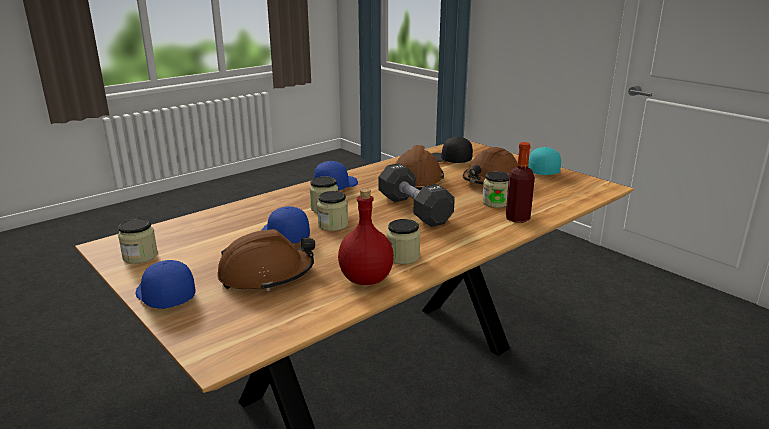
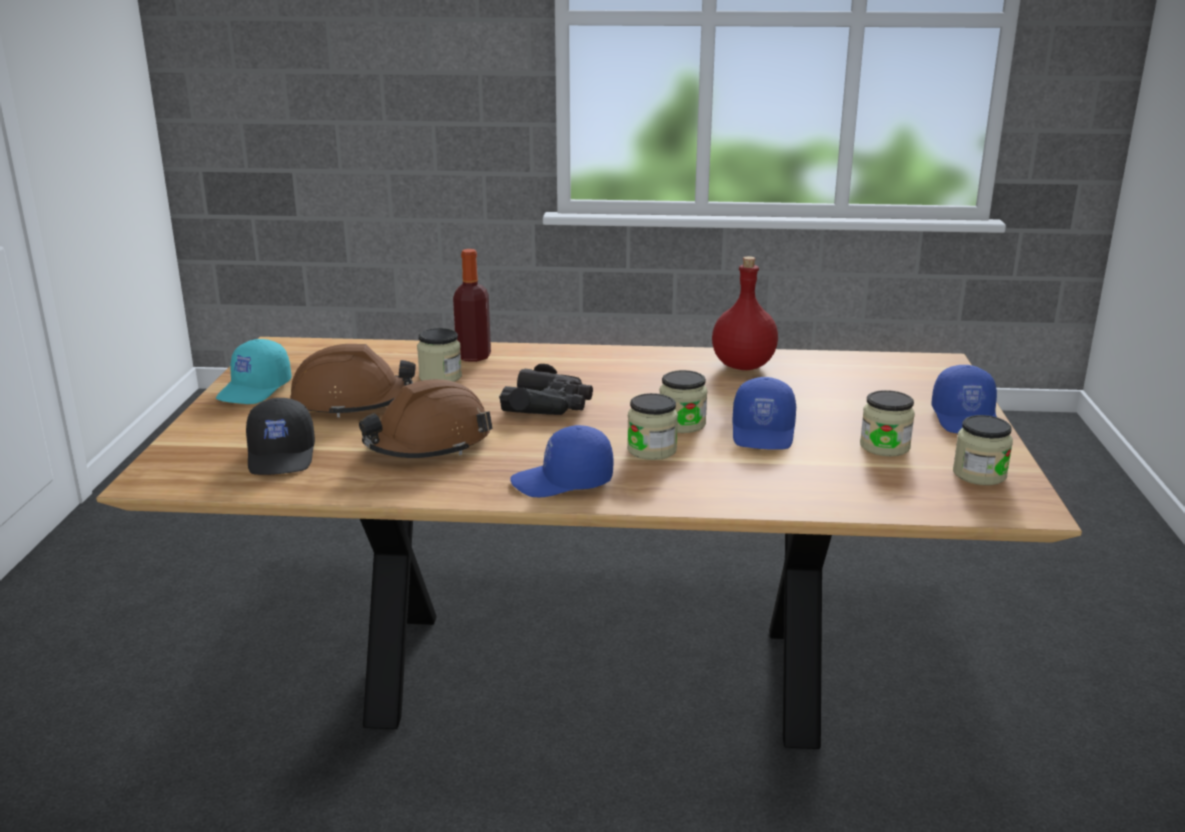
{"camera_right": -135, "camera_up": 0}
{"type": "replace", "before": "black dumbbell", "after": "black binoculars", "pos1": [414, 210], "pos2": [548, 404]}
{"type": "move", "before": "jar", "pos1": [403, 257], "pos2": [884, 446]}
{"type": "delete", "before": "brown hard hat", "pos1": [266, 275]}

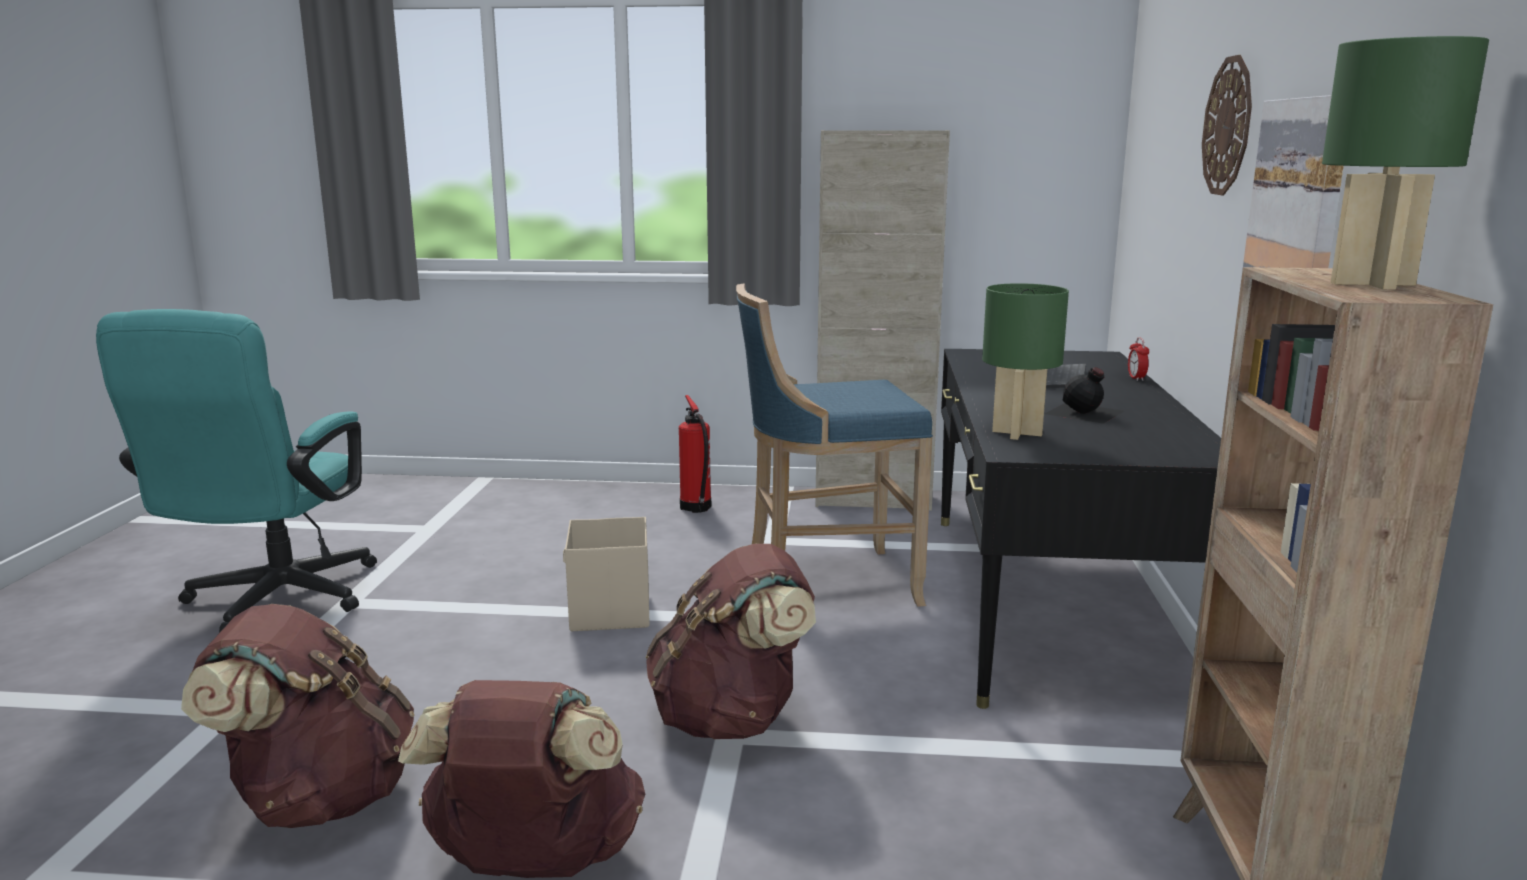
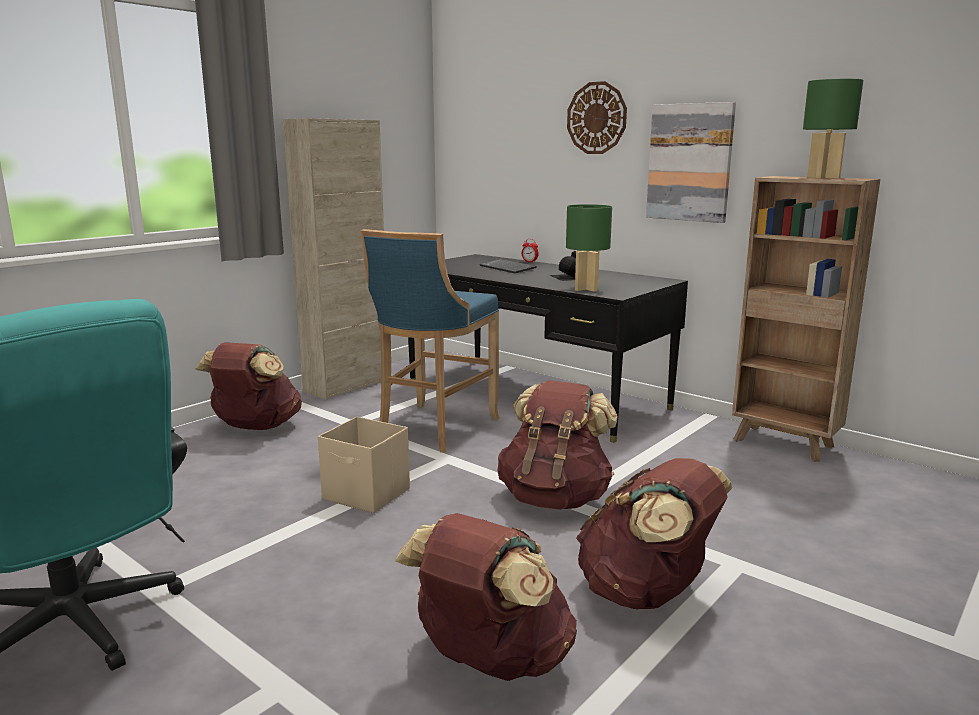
{"camera_right": -55, "camera_up": 0}
{"type": "replace", "before": "fire extinguisher", "after": "brown backpack", "pos1": [696, 508], "pos2": [255, 427]}

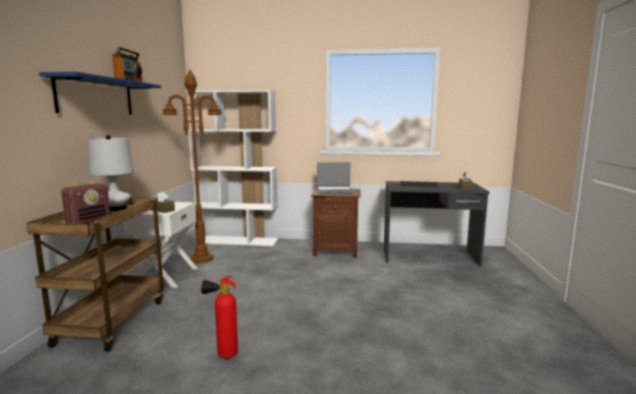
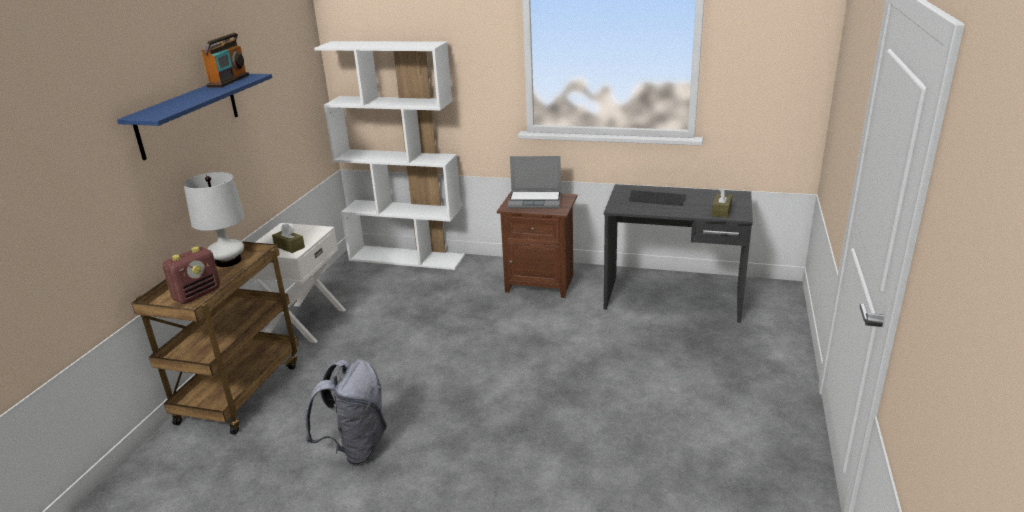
{"camera_right": 10, "camera_up": 15}
{"type": "delete", "before": "brown floor lamp", "pos1": [202, 259]}
{"type": "replace", "before": "fire extinguisher", "after": "grey backpack", "pos1": [223, 355], "pos2": [356, 447]}

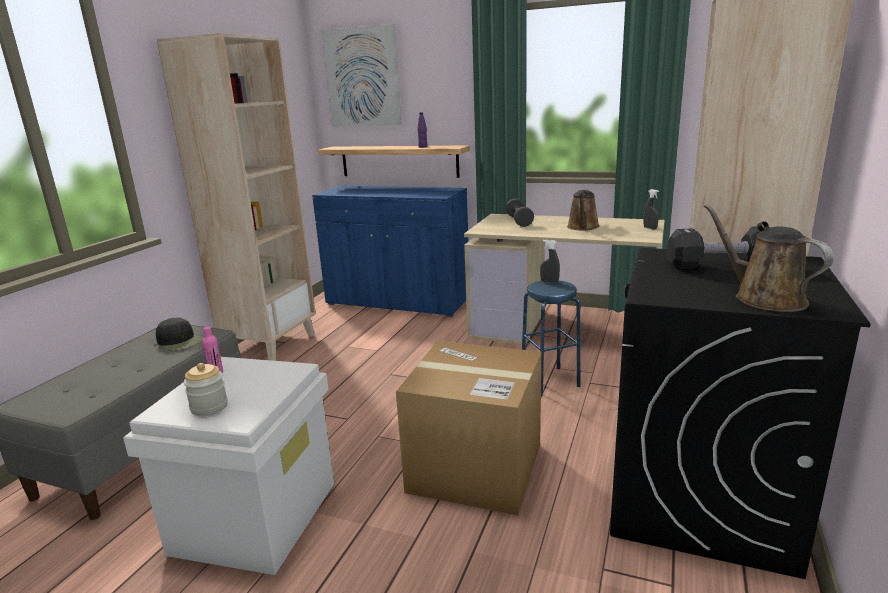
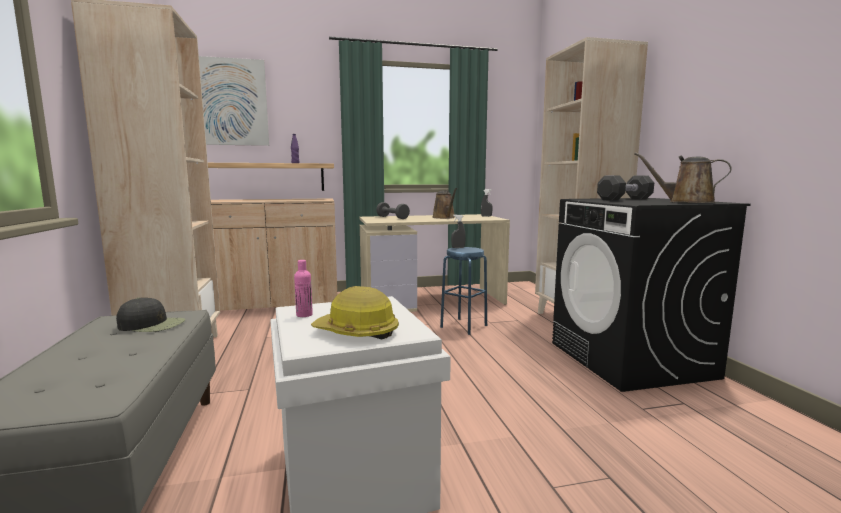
{"camera_right": -35, "camera_up": -10}
{"type": "recolor", "before": "blue cabinet", "after": "beige cabinet", "pos1": [397, 302], "pos2": [273, 303]}
{"type": "delete", "before": "cardboard box", "pos1": [475, 468]}
{"type": "replace", "before": "jar", "after": "hard hat", "pos1": [209, 407], "pos2": [357, 332]}

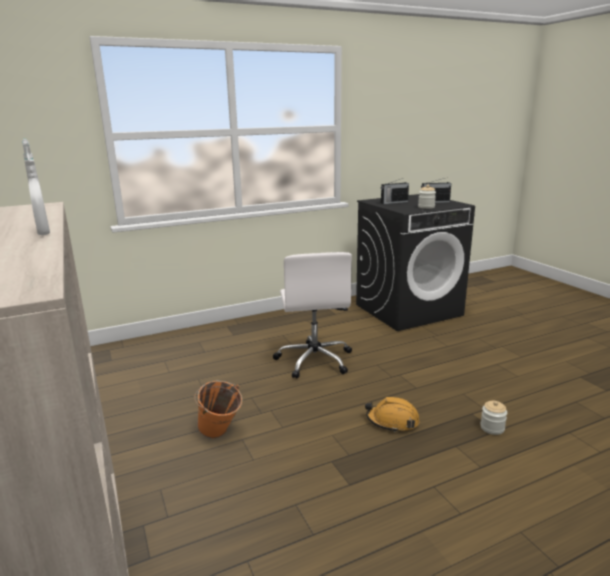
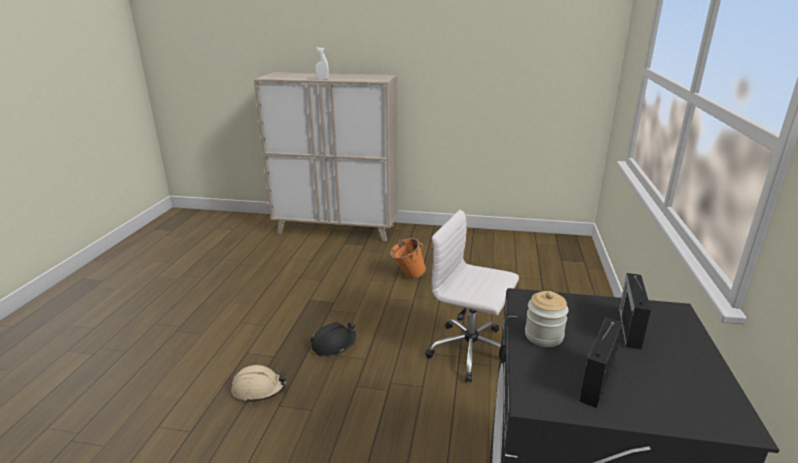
{"camera_right": 125, "camera_up": 5}
{"type": "recolor", "before": "orange hard hat", "after": "black hard hat", "pos1": [392, 421], "pos2": [334, 344]}
{"type": "replace", "before": "jar", "after": "beige hard hat", "pos1": [492, 428], "pos2": [259, 389]}

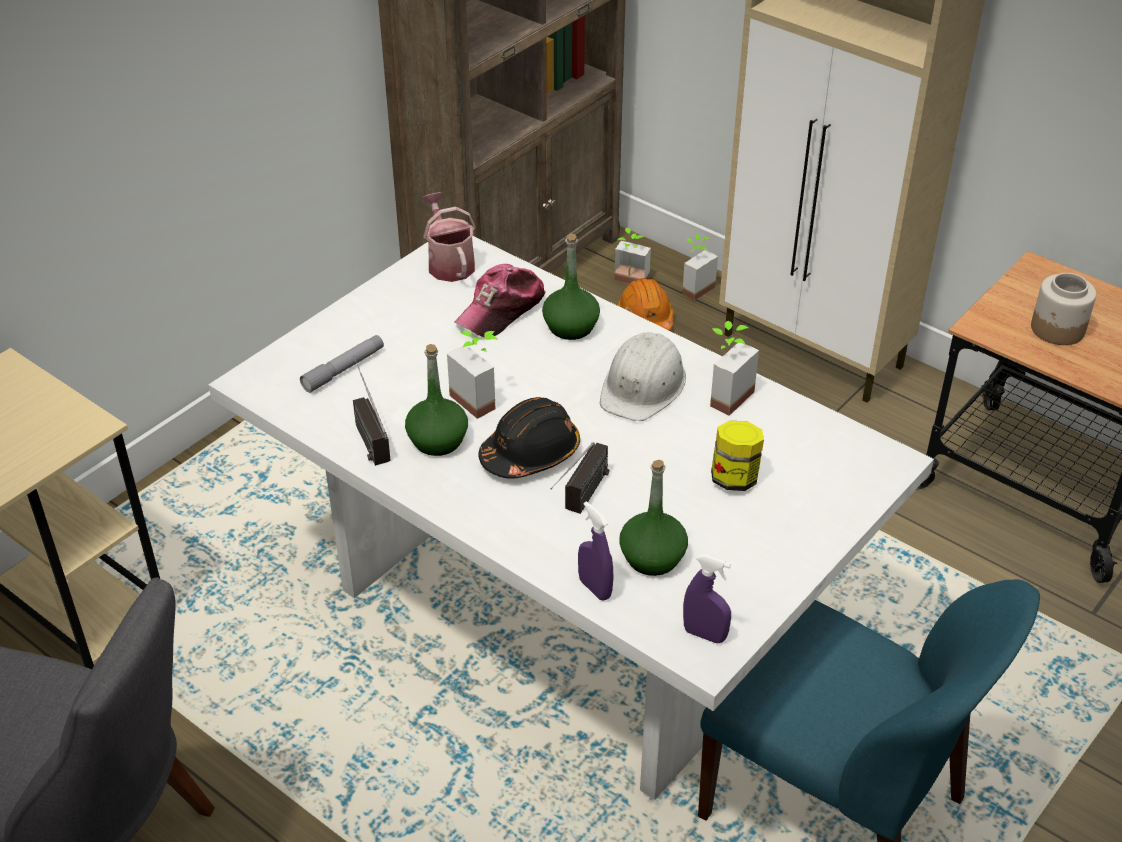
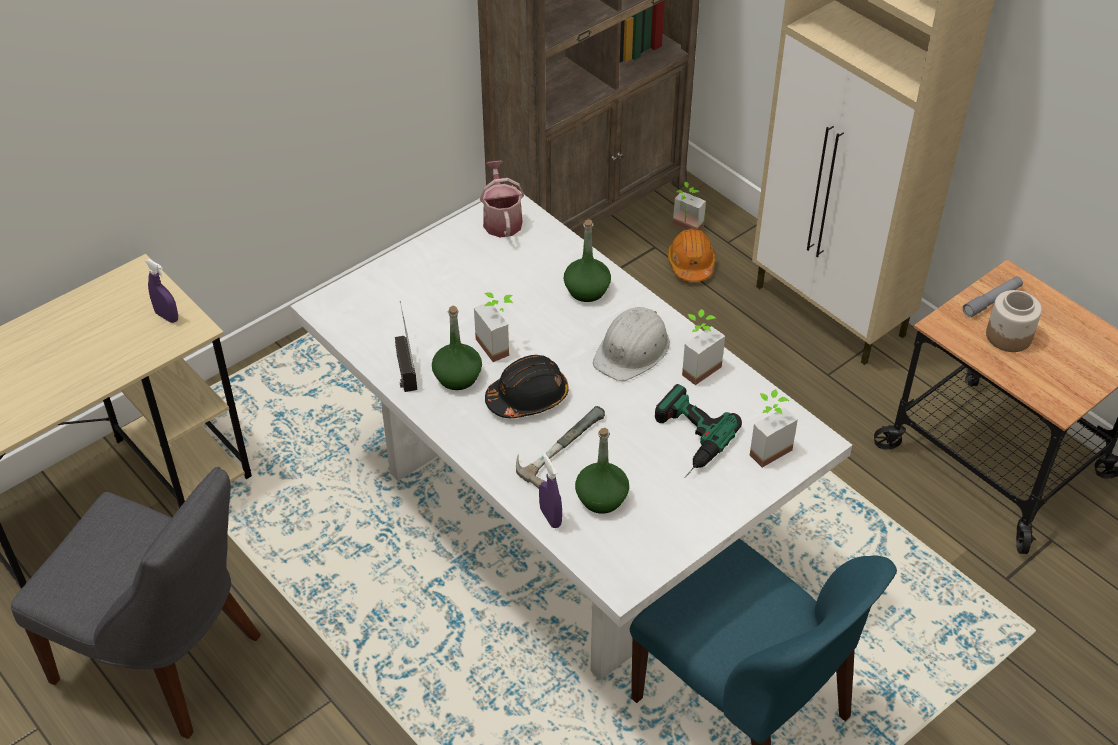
{"camera_right": 10, "camera_up": 5}
{"type": "move", "before": "potted plant", "pos1": [693, 287], "pos2": [765, 447]}
{"type": "delete", "before": "cap", "pos1": [501, 310]}
{"type": "move", "before": "grey flashlight", "pos1": [344, 369], "pos2": [992, 301]}
{"type": "replace", "before": "jar", "after": "power drill", "pos1": [734, 478], "pos2": [684, 440]}
{"type": "replace", "before": "radio", "after": "hammer", "pos1": [581, 502], "pos2": [557, 444]}
{"type": "move", "before": "purple spray bottle", "pos1": [704, 634], "pos2": [167, 316]}

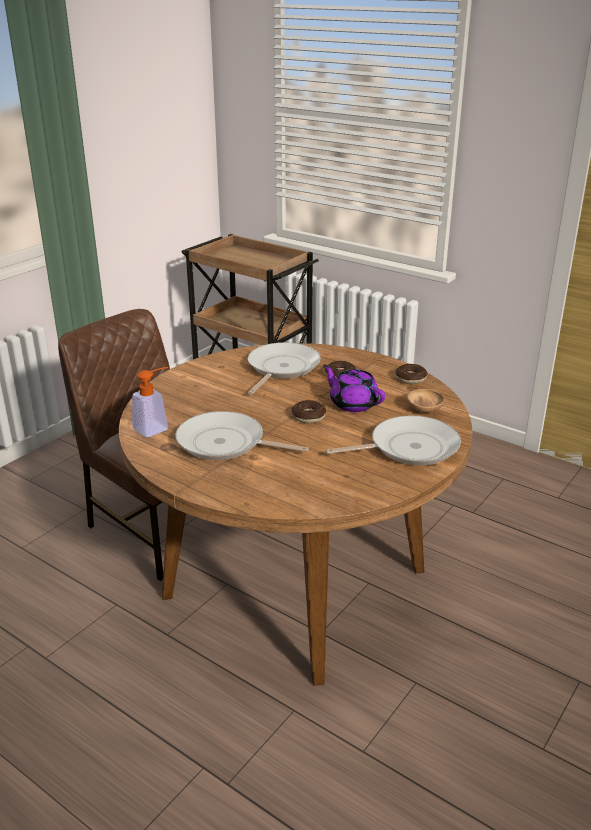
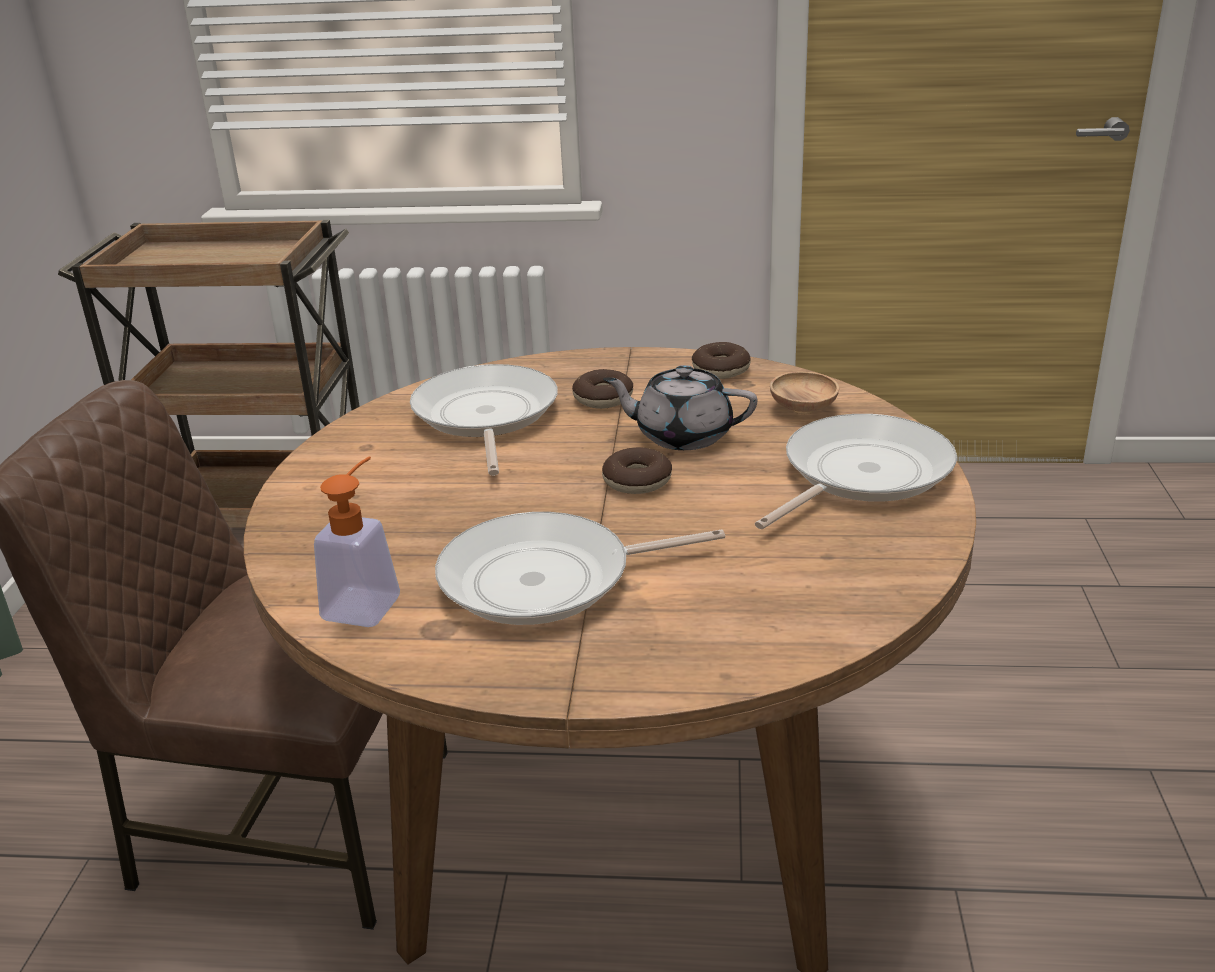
{"camera_right": -30, "camera_up": 0}
{"type": "recolor", "before": "purple teapot", "after": "grey teapot", "pos1": [353, 403], "pos2": [682, 435]}

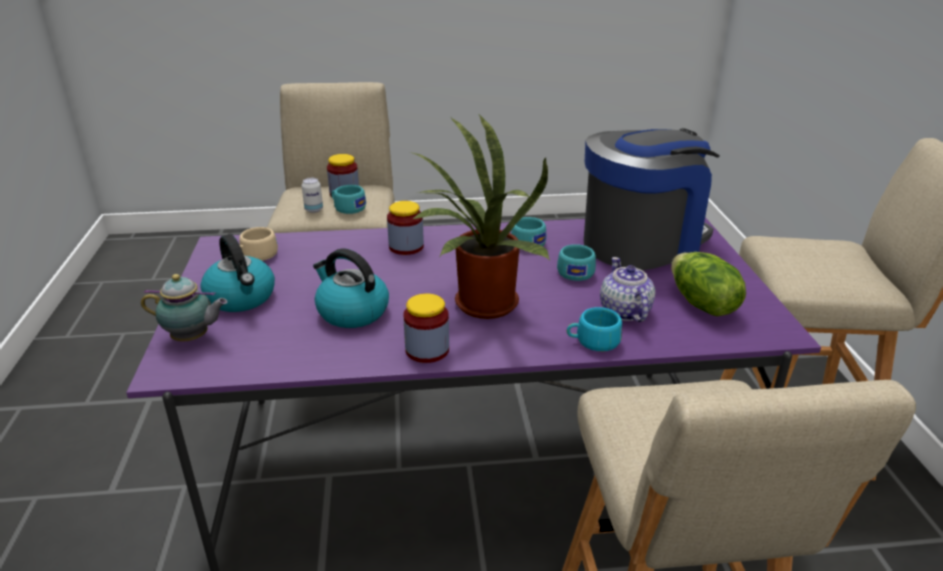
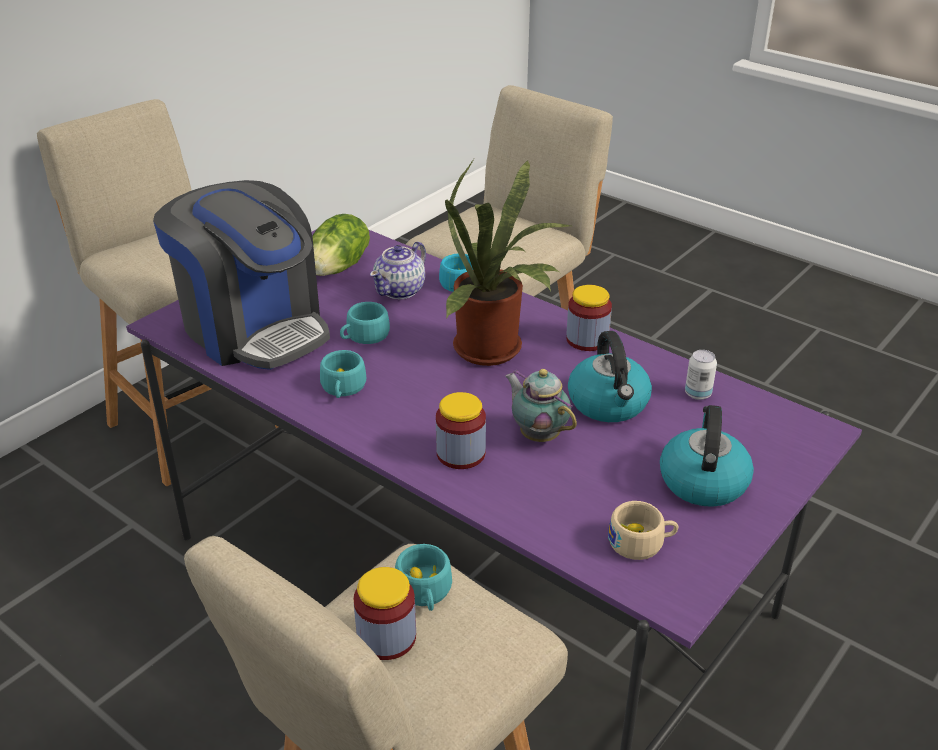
{"camera_right": -135, "camera_up": 5}
{"type": "rotate", "before": "coffee machine", "pos1": [642, 243], "pos2": [253, 328], "turn": -150}
{"type": "move", "before": "can", "pos1": [314, 210], "pos2": [697, 394]}
{"type": "move", "before": "teapot", "pos1": [193, 338], "pos2": [538, 435]}

